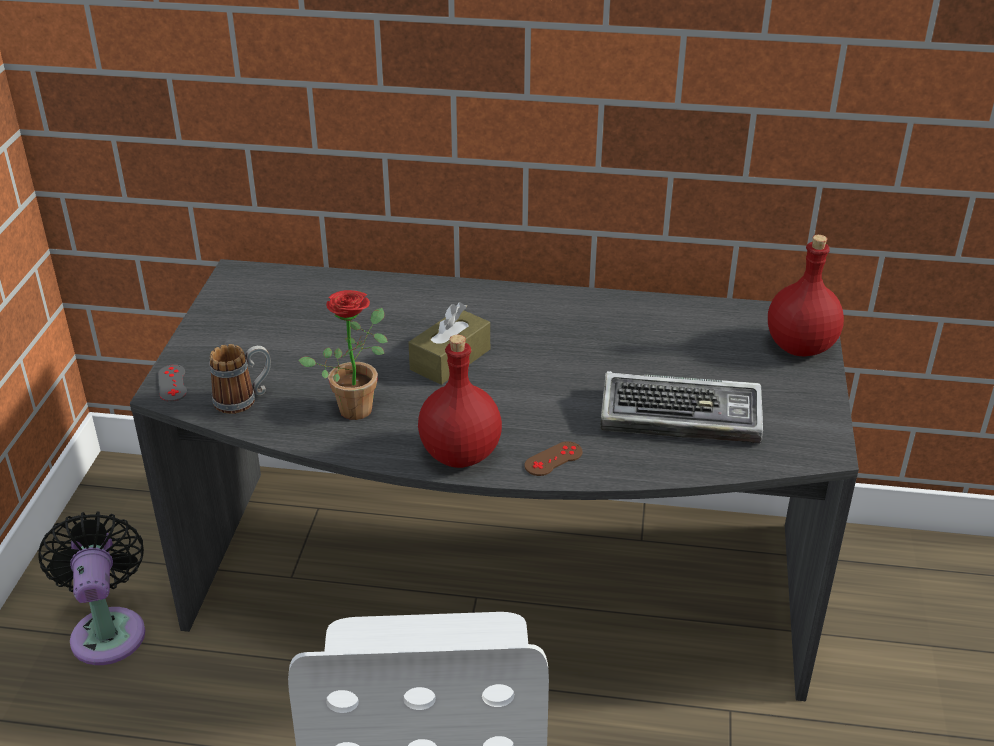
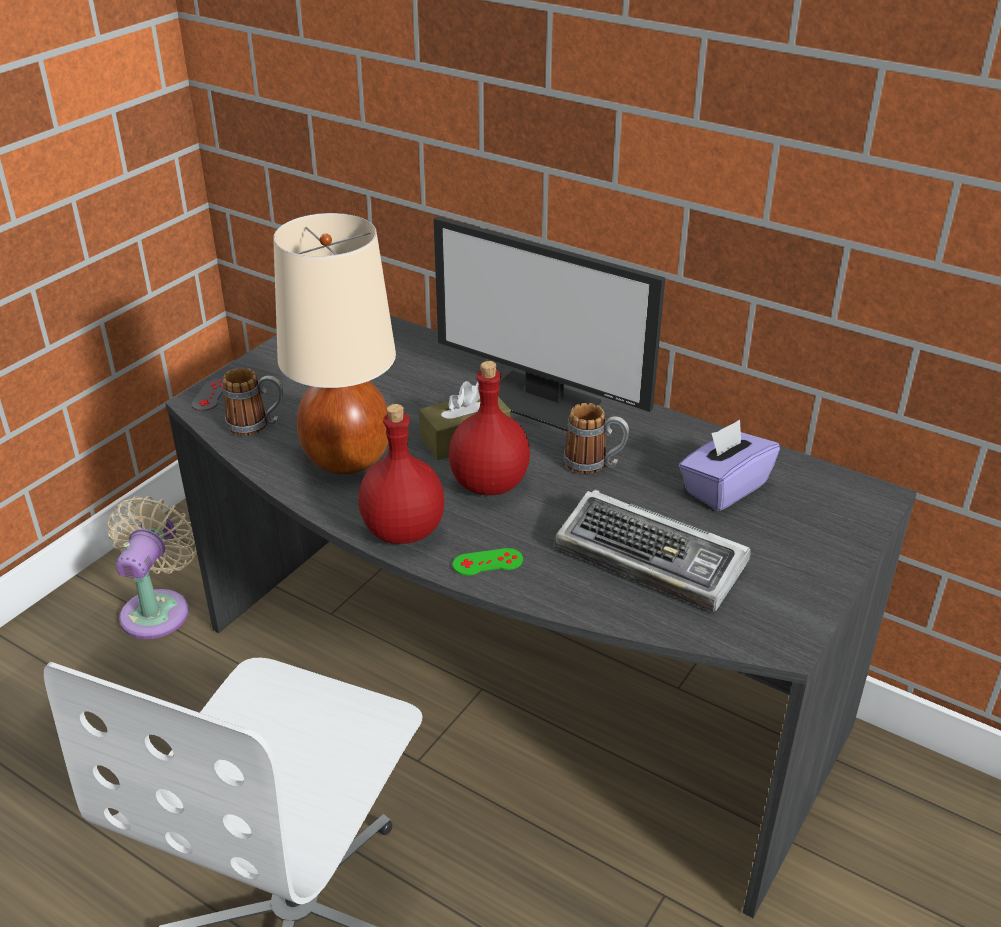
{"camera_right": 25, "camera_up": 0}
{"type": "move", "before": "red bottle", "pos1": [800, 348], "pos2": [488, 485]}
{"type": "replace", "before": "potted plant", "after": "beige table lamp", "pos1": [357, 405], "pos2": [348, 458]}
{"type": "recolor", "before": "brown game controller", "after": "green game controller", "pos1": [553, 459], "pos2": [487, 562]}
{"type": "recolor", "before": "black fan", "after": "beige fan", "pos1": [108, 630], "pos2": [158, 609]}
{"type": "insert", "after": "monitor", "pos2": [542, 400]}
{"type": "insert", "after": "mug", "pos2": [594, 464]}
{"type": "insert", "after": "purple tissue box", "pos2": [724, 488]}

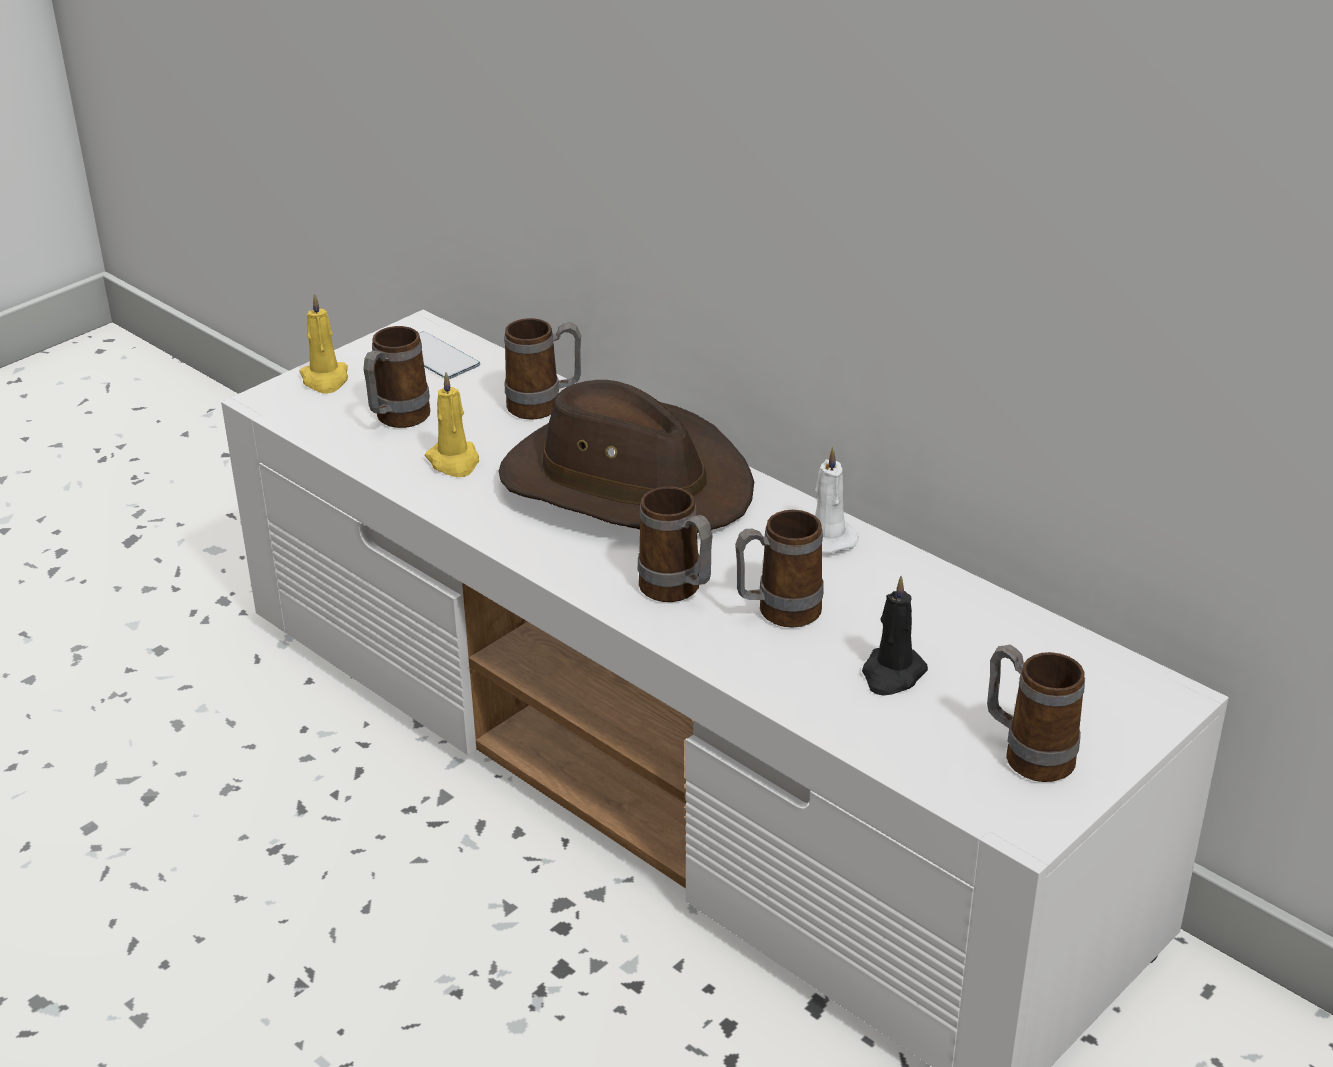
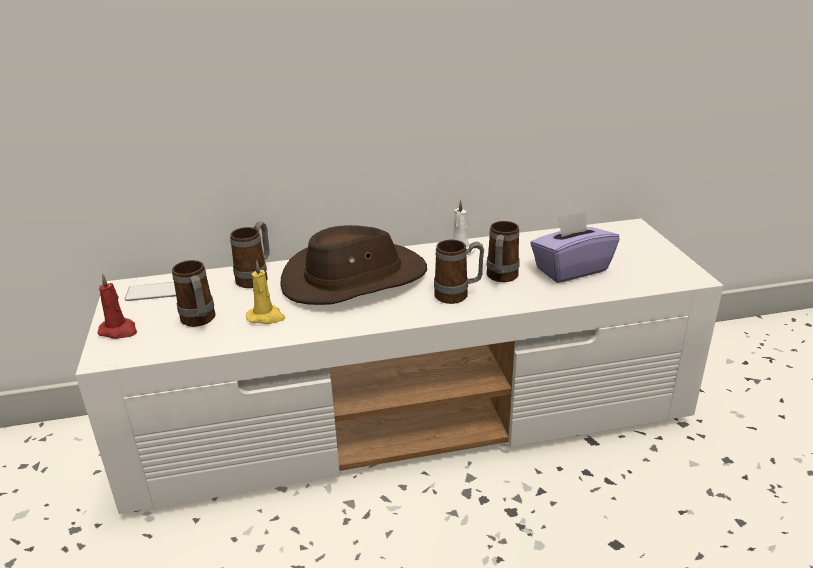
{"camera_right": -55, "camera_up": -5}
{"type": "recolor", "before": "yellow candle", "after": "red candle", "pos1": [325, 379], "pos2": [119, 331]}
{"type": "replace", "before": "black candle", "after": "purple tissue box", "pos1": [892, 674], "pos2": [570, 269]}
{"type": "delete", "before": "mug", "pos1": [1027, 754]}

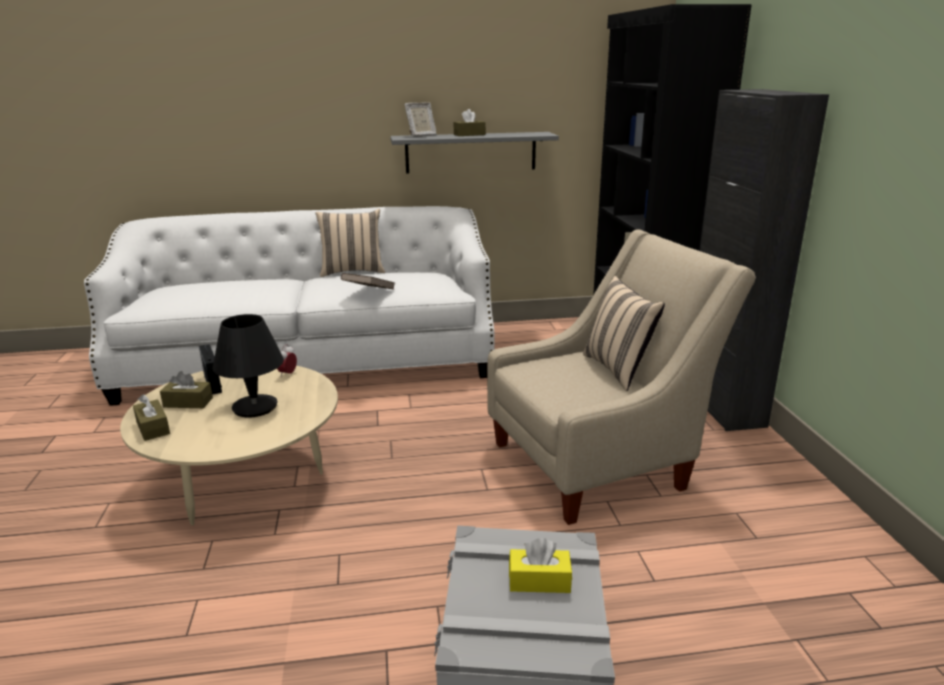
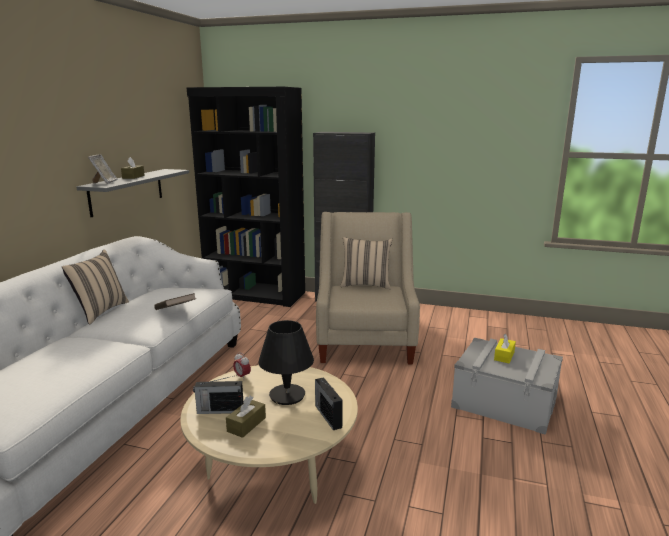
{"camera_right": -65, "camera_up": -5}
{"type": "delete", "before": "brown tissue box", "pos1": [153, 428]}
{"type": "insert", "after": "radio", "pos2": [328, 415]}

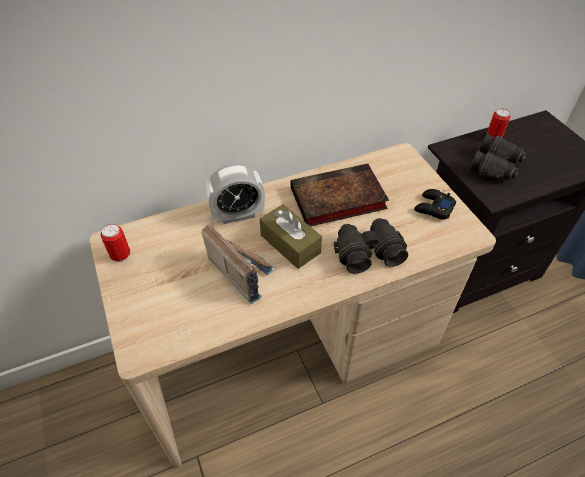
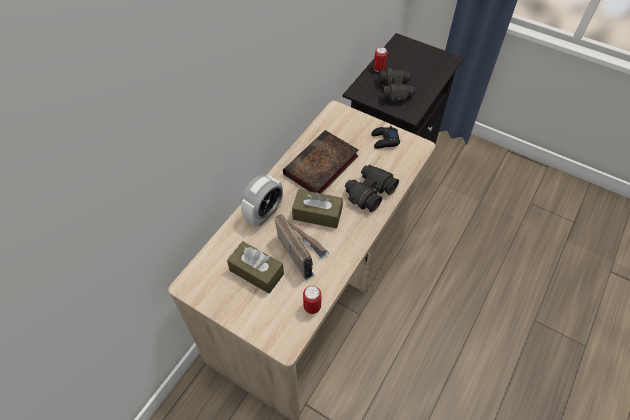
{"camera_right": -35, "camera_up": 5}
{"type": "move", "before": "can", "pos1": [121, 255], "pos2": [312, 307]}
{"type": "rotate", "before": "radio", "pos1": [241, 270], "pos2": [301, 251], "turn": 45}
{"type": "insert", "after": "brown tissue box", "pos2": [256, 272]}

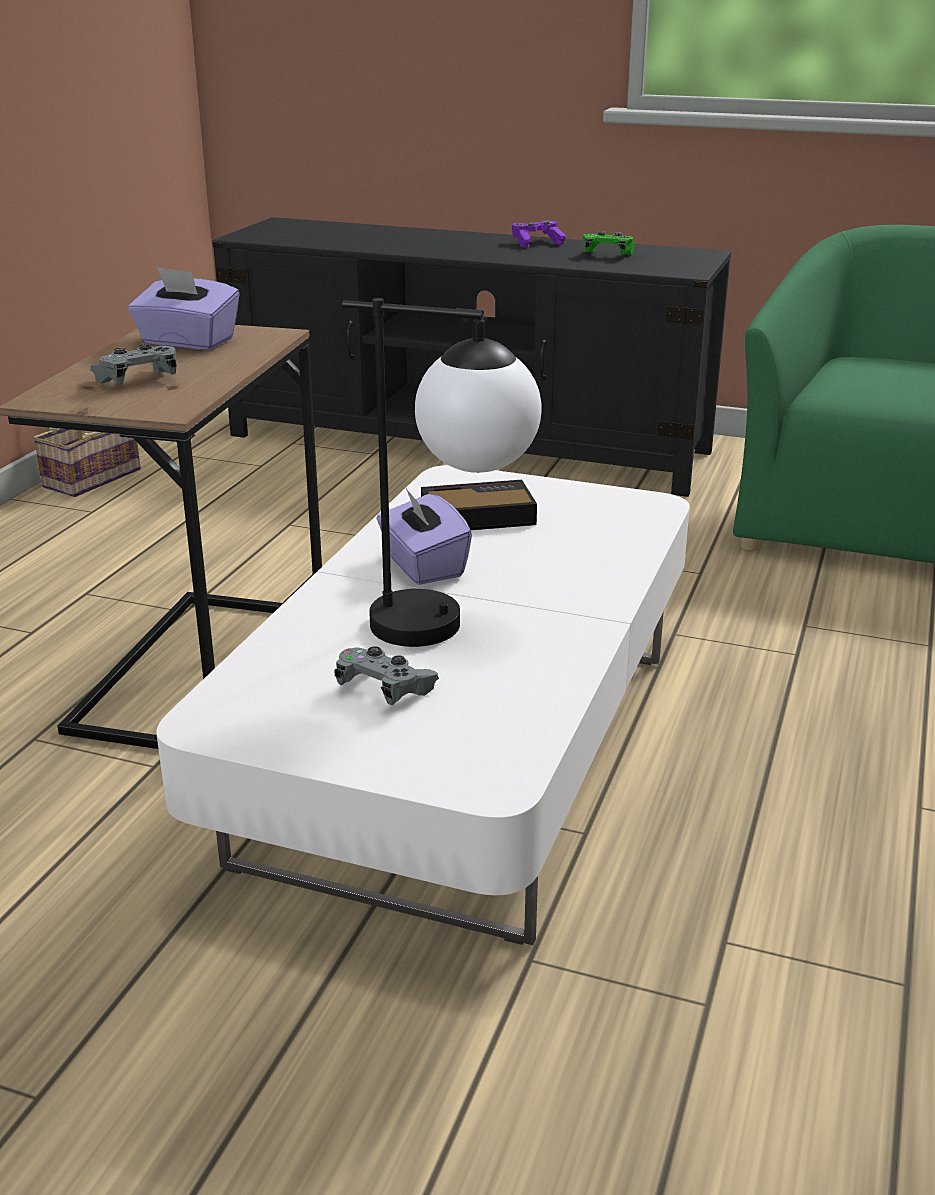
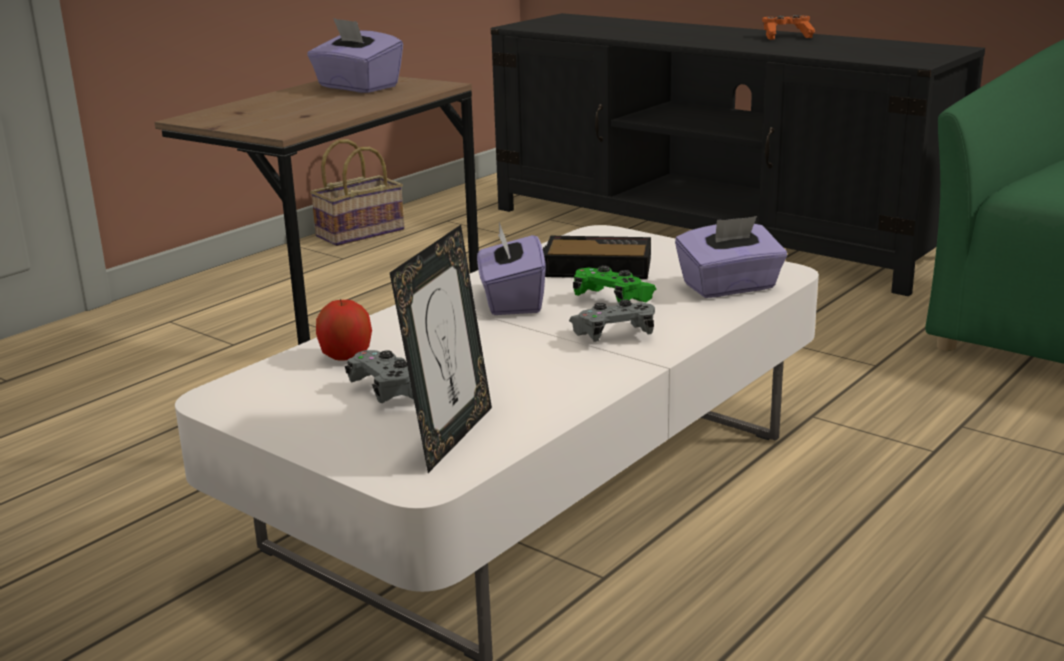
{"camera_right": 20, "camera_up": -5}
{"type": "recolor", "before": "purple game controller", "after": "orange game controller", "pos1": [537, 243], "pos2": [786, 36]}
{"type": "move", "before": "green game controller", "pos1": [608, 255], "pos2": [612, 299]}
{"type": "delete", "before": "table lamp", "pos1": [452, 629]}
{"type": "move", "before": "grey game controller", "pos1": [137, 380], "pos2": [613, 335]}
{"type": "insert", "after": "purple tissue box", "pos2": [730, 287]}
{"type": "insert", "after": "picture frame", "pos2": [450, 436]}
{"type": "insert", "after": "apple", "pos2": [346, 356]}

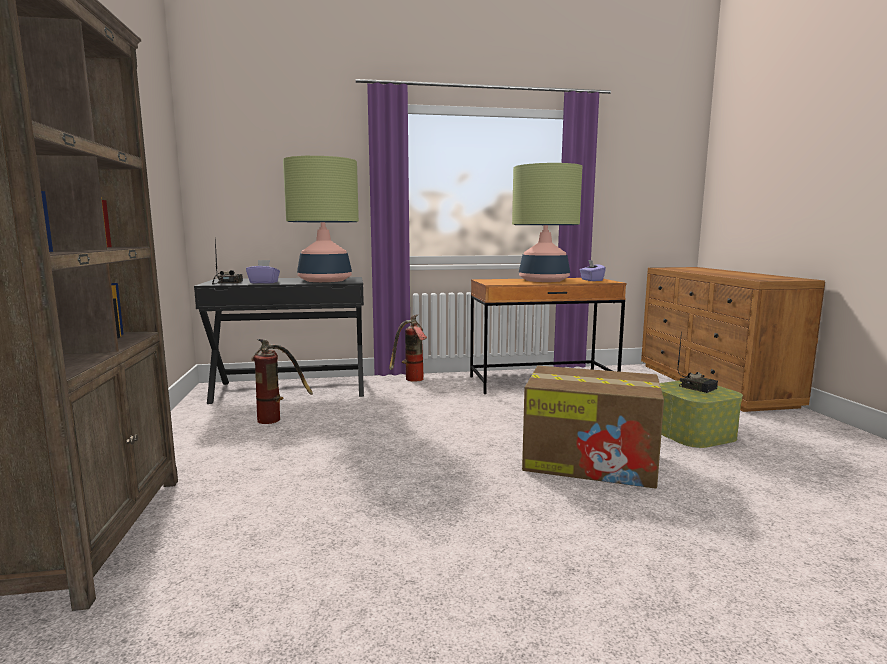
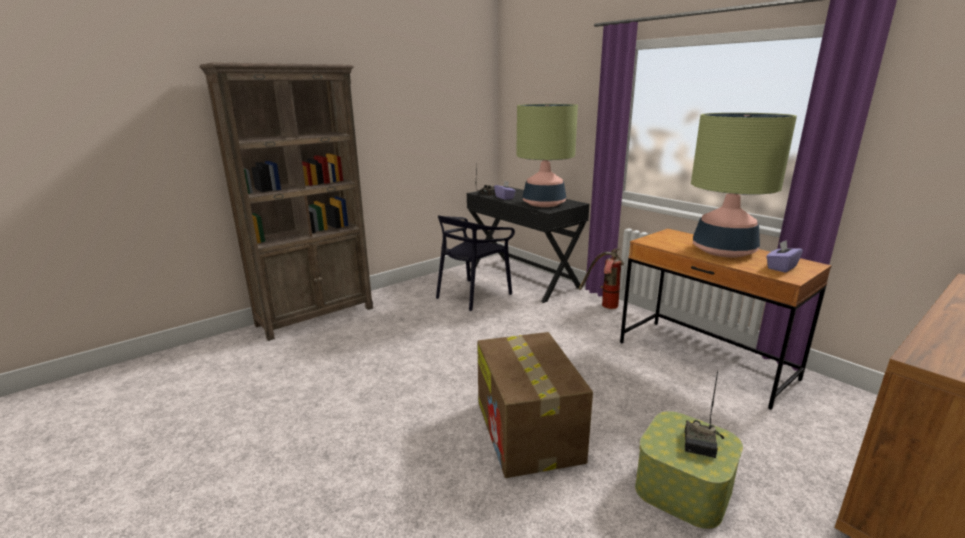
{"camera_right": 60, "camera_up": 10}
{"type": "replace", "before": "fire extinguisher", "after": "black chair", "pos1": [278, 418], "pos2": [473, 295]}

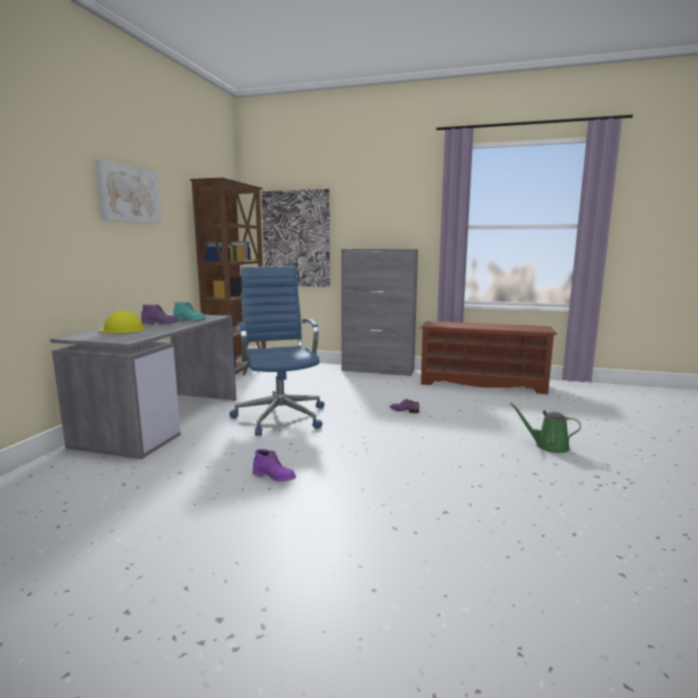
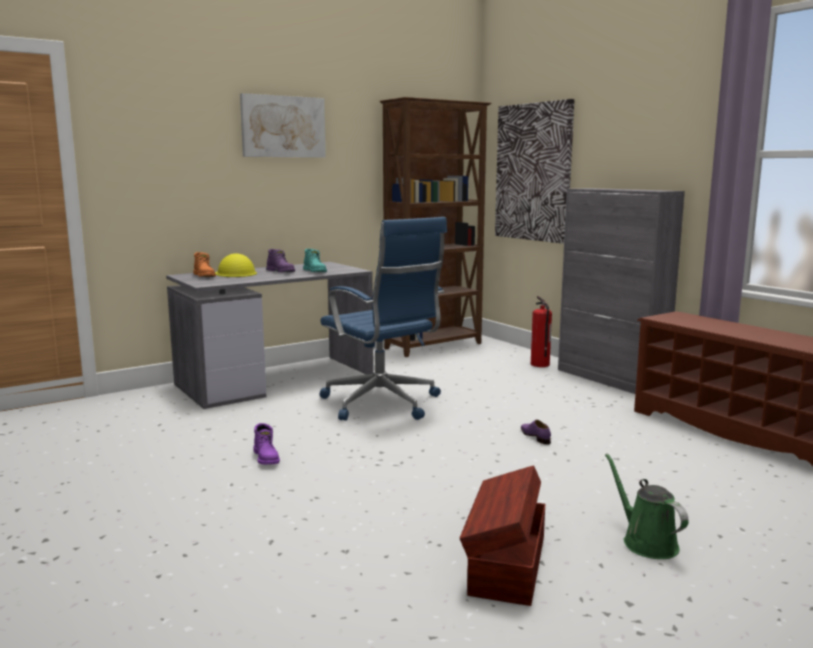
{"camera_right": 40, "camera_up": 0}
{"type": "rotate", "before": "blue office chair", "pos1": [280, 416], "pos2": [383, 404], "turn": 120}
{"type": "insert", "after": "orange boot", "pos2": [205, 276]}
{"type": "insert", "after": "fire extinguisher", "pos2": [540, 364]}
{"type": "insert", "after": "brown storage box", "pos2": [505, 565]}

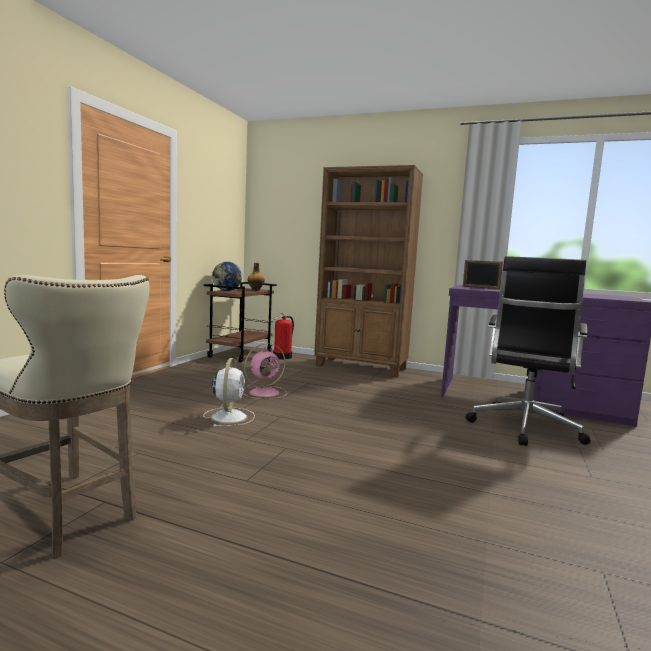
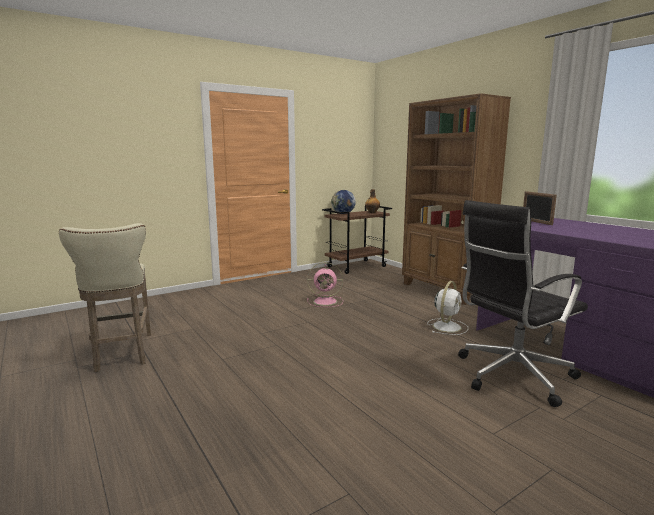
{"camera_right": 35, "camera_up": 5}
{"type": "delete", "before": "fire extinguisher", "pos1": [282, 357]}
{"type": "move", "before": "white fan", "pos1": [229, 416], "pos2": [447, 326]}

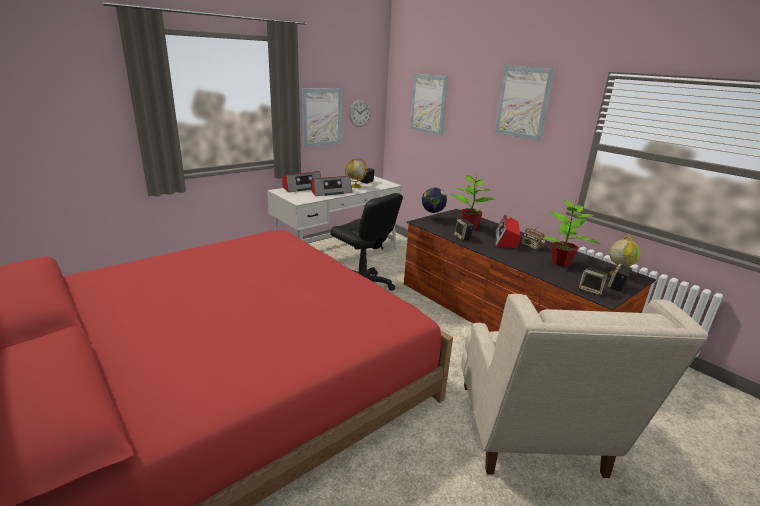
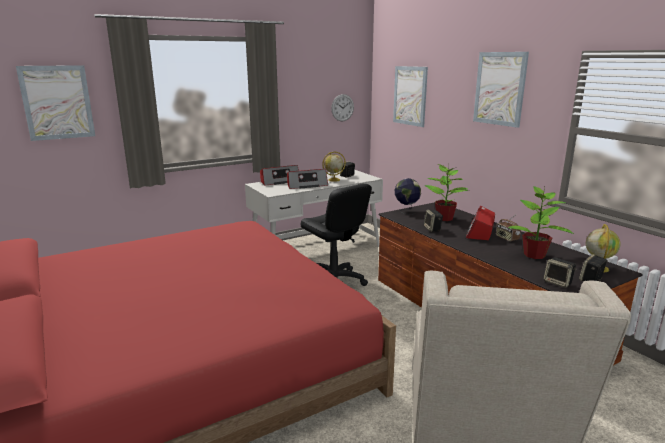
{"camera_right": 10, "camera_up": -5}
{"type": "move", "before": "picture", "pos1": [321, 117], "pos2": [57, 102]}

